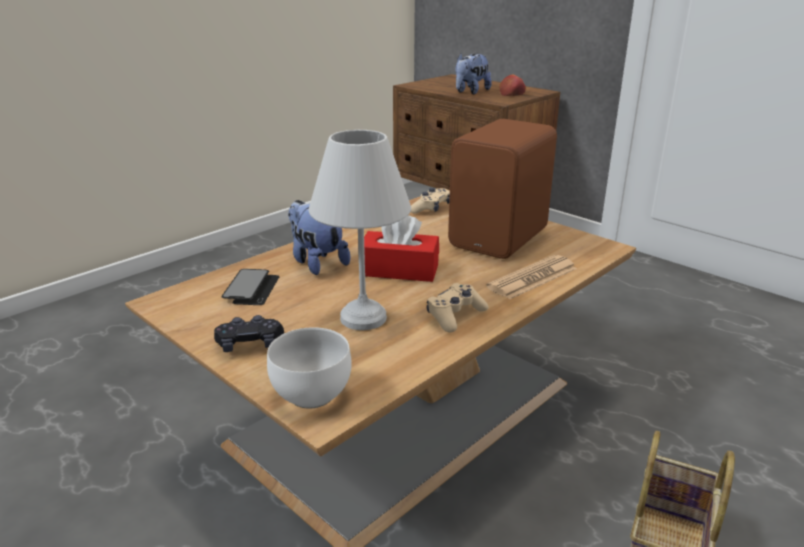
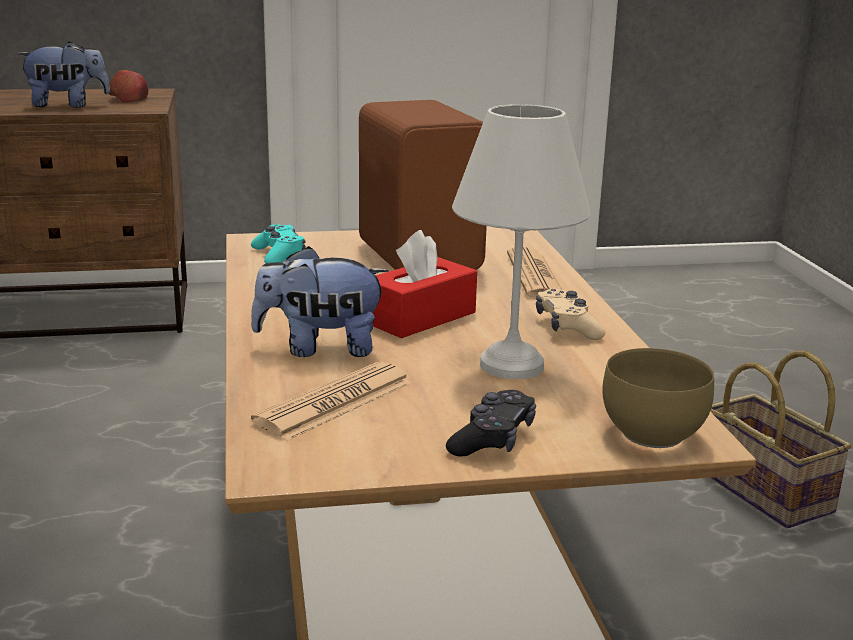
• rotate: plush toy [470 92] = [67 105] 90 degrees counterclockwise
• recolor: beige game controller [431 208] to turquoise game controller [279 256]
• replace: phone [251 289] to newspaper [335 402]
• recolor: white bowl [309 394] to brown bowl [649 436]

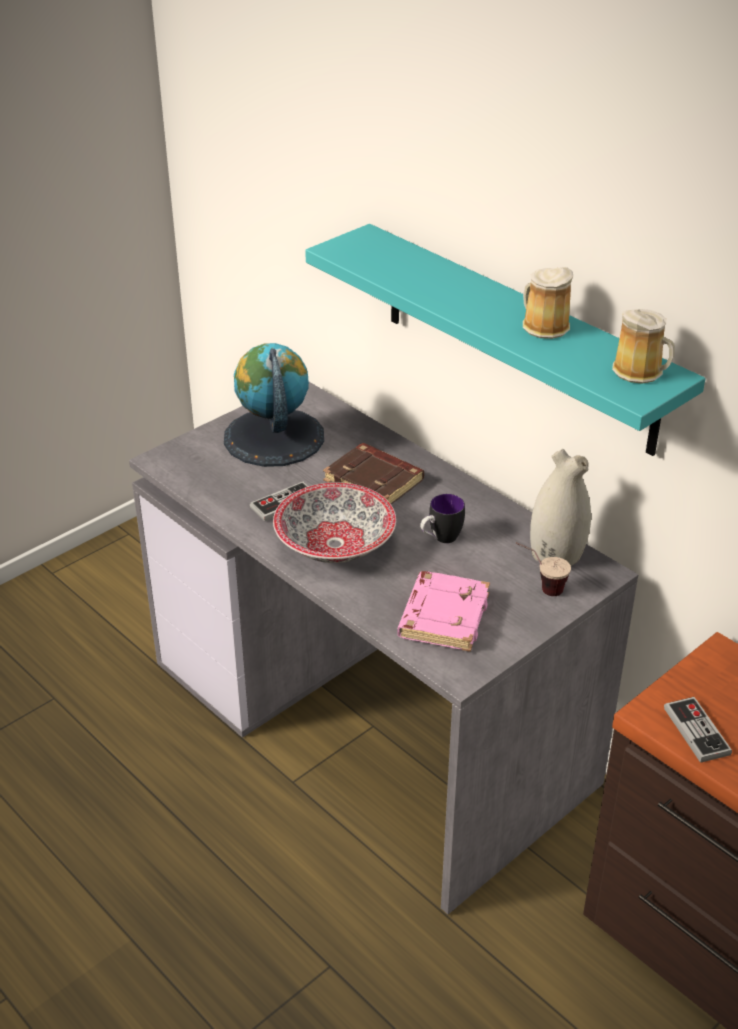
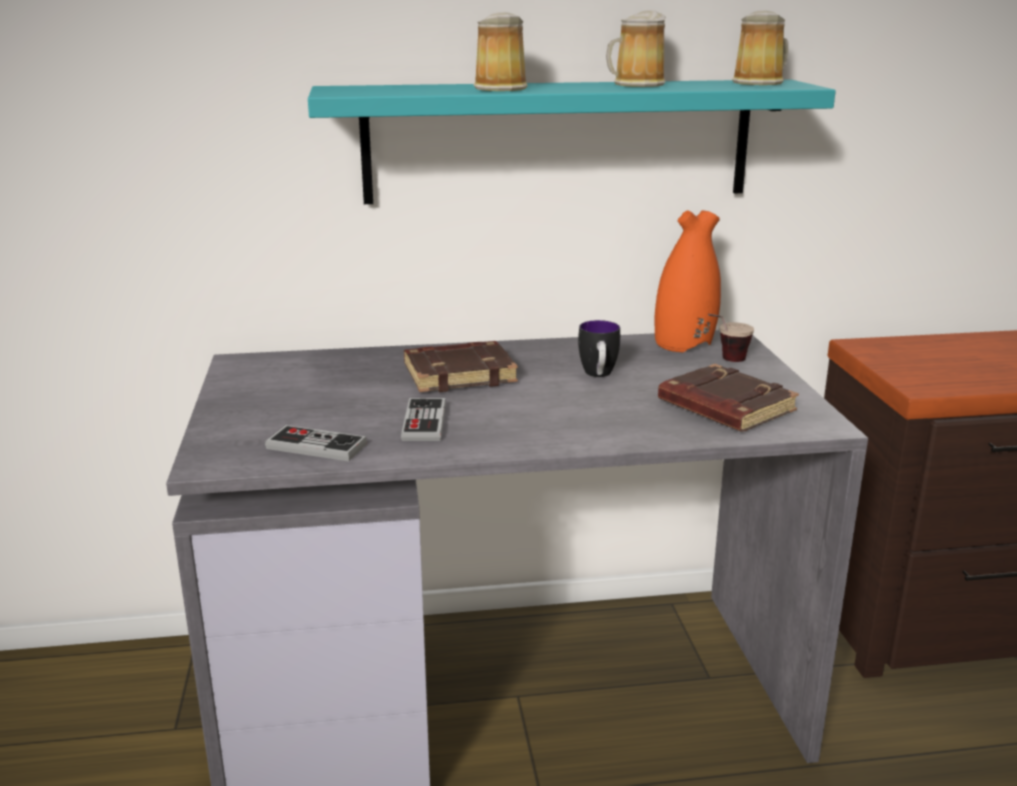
• move: game controller [696 731] to [316 446]
• insert: mug [503 88]
• recolor: white vase [556 555] to orange vase [684 344]
• recolor: pink book [443 616] to brown book [723 407]
• delete: globe [273 437]
• delete: bowl [336 545]

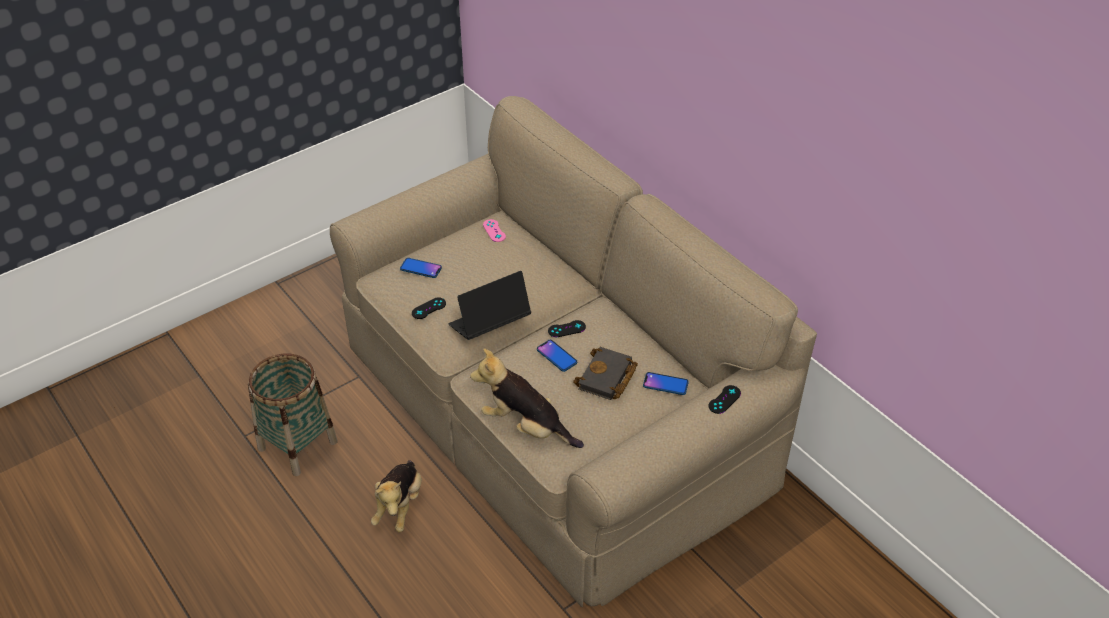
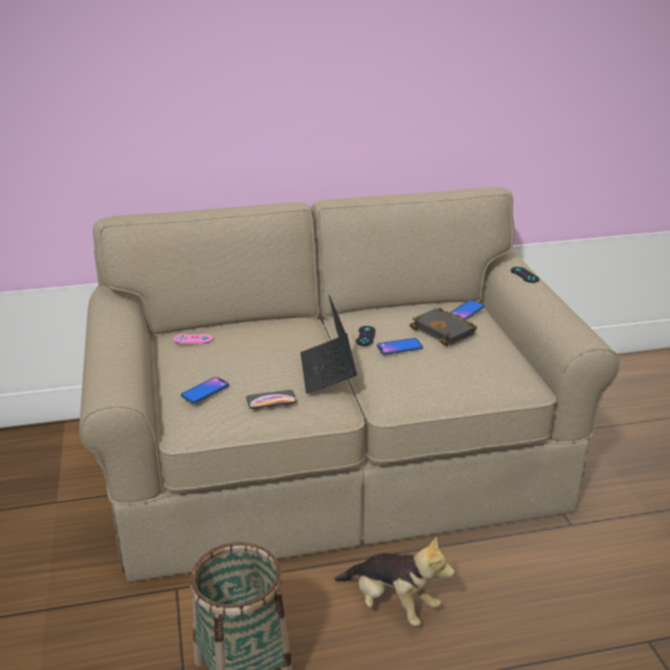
• replace: black game controller [429 308] to phone [271 400]
• delete: plush toy [526 426]

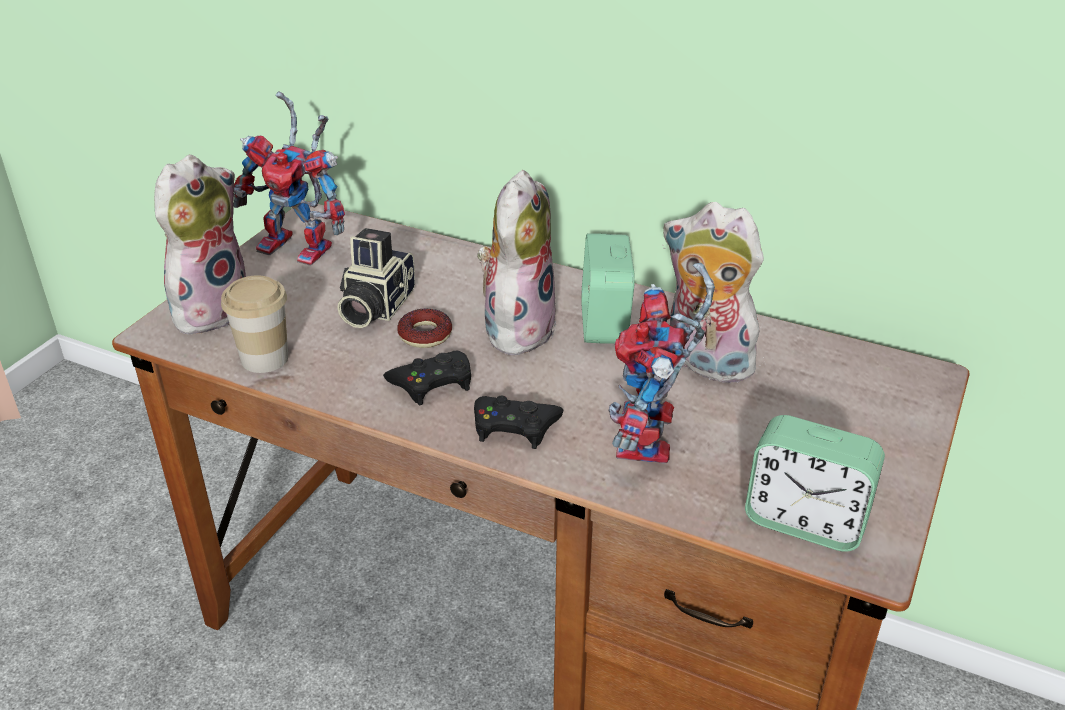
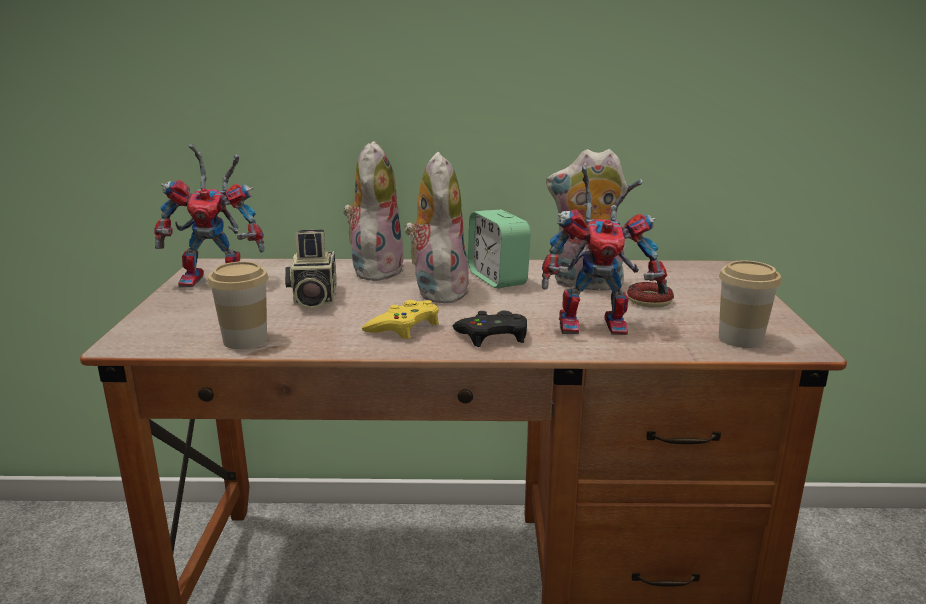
• move: plush toy [211 309] to [375 269]
• recolor: black game controller [432 383] to yellow game controller [404 327]
• rotate: toy robot [651 441] = [598 324] 75 degrees counterclockwise
• move: donut [425 335] to [649 301]
• replace: alarm clock [805 521] to cup [740 339]

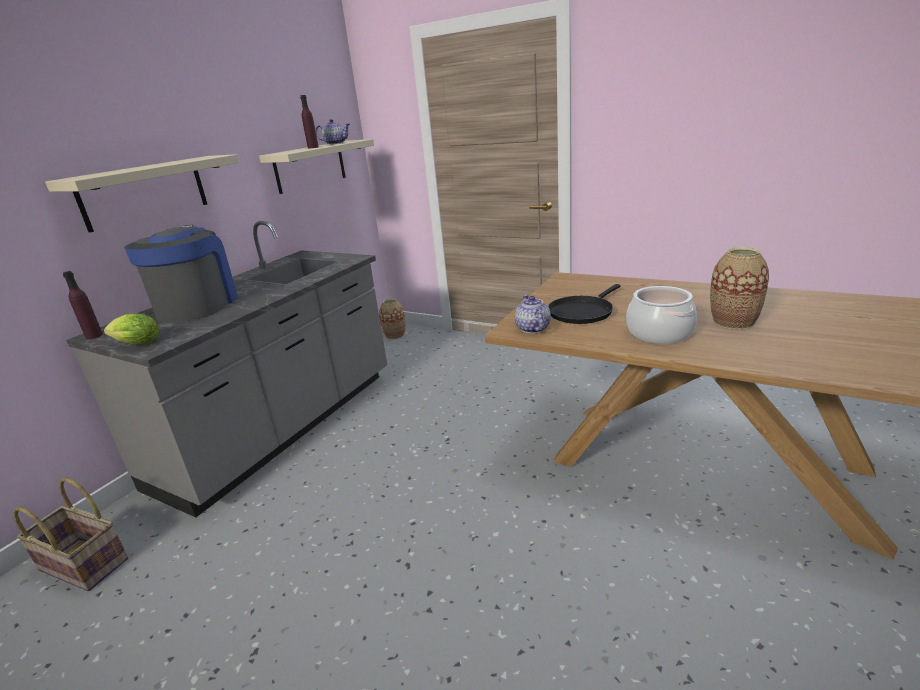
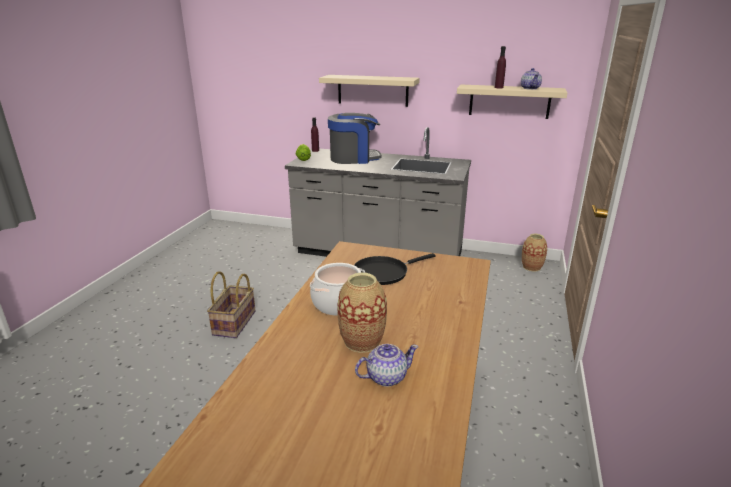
• move: basket [85 563] to [235 323]
• rotate: black frying pan [582 312] = [384 272] 60 degrees counterclockwise
• move: teapot [532 329] to [386 377]

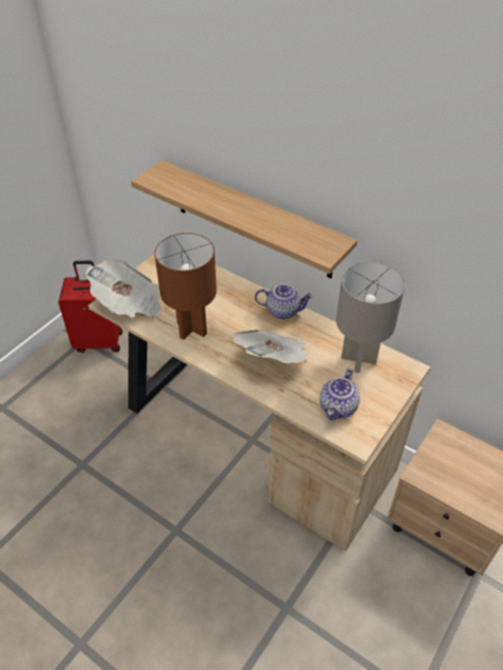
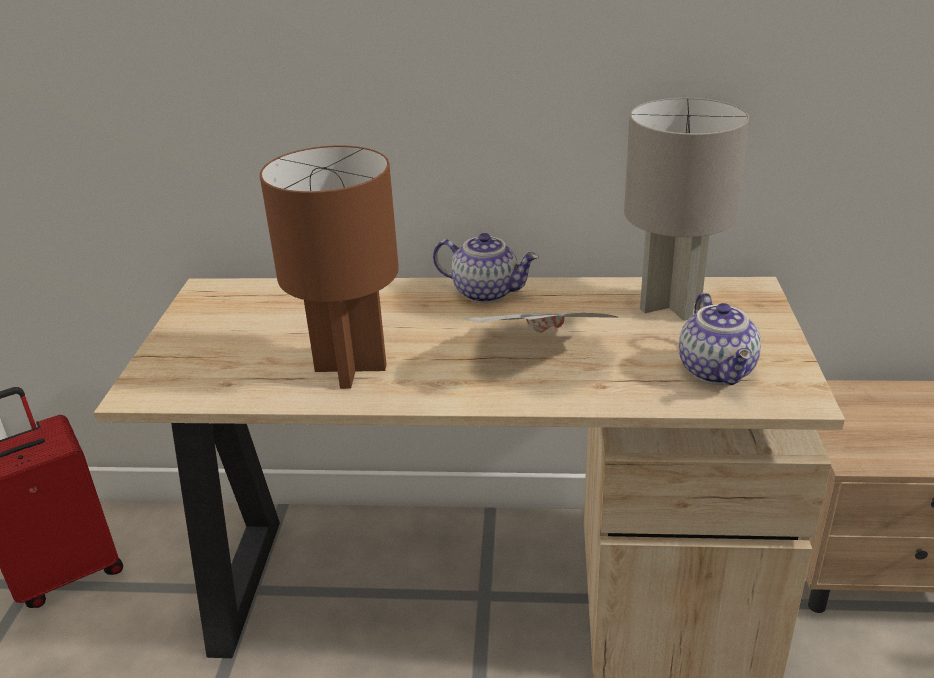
• rotate: teapot [283 311] = [487 292] 45 degrees clockwise
• delete: newspaper [129 304]
• delete: shelf [252 220]

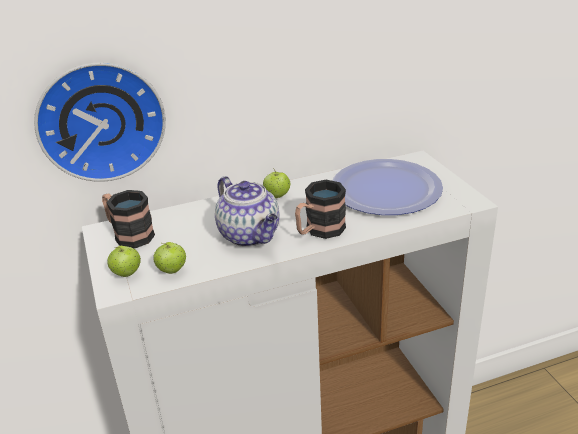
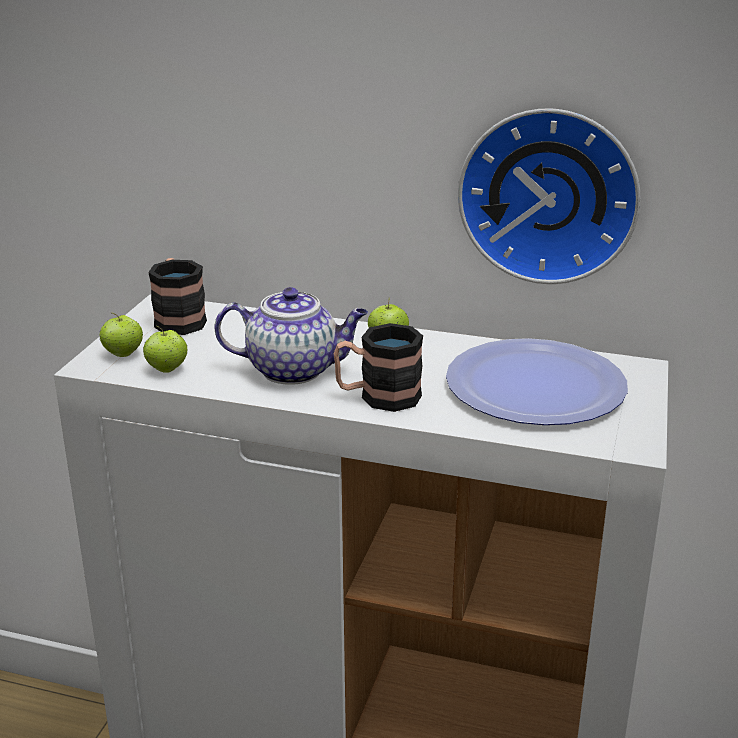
• rotate: teapot [250 235] = [295 370] 90 degrees counterclockwise
• move: wall clock [101 120] to [549 194]

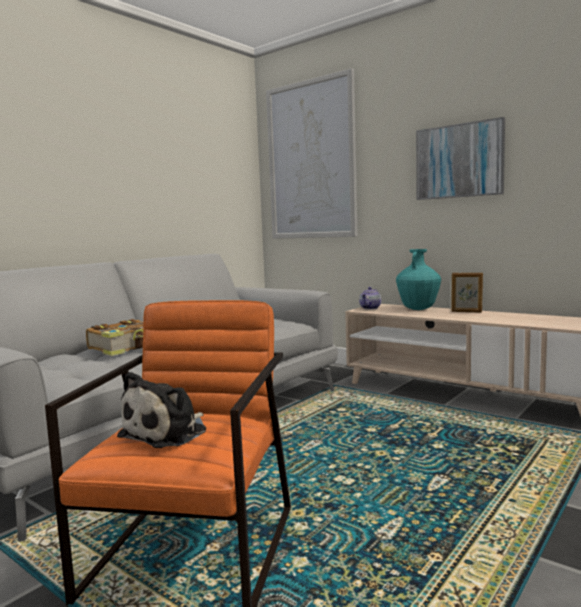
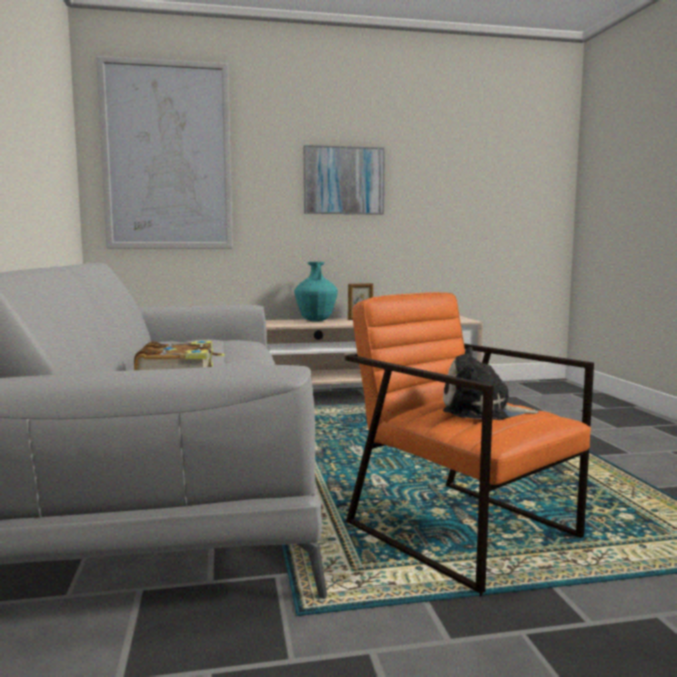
• rotate: plush toy [168 432] = [481 411] 120 degrees clockwise
• delete: teapot [370 308]

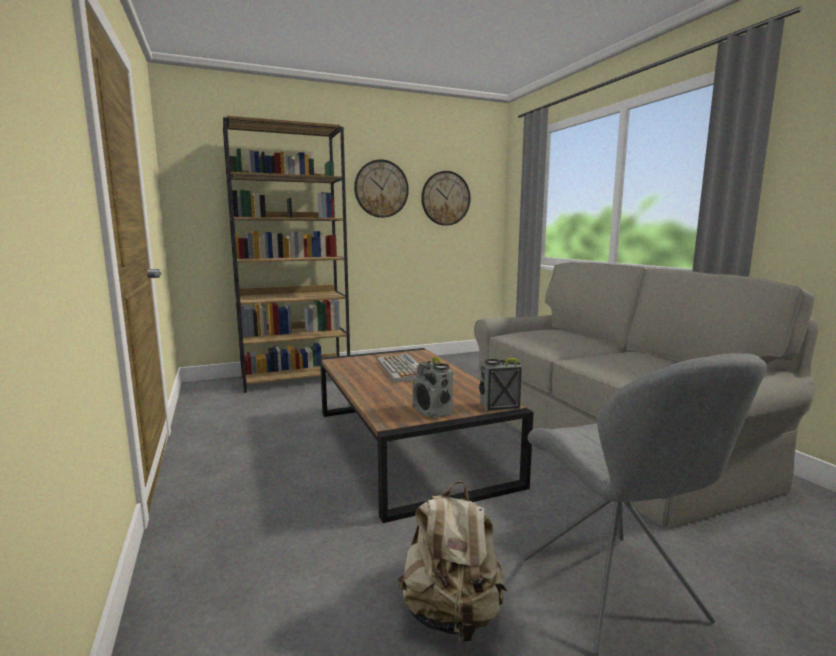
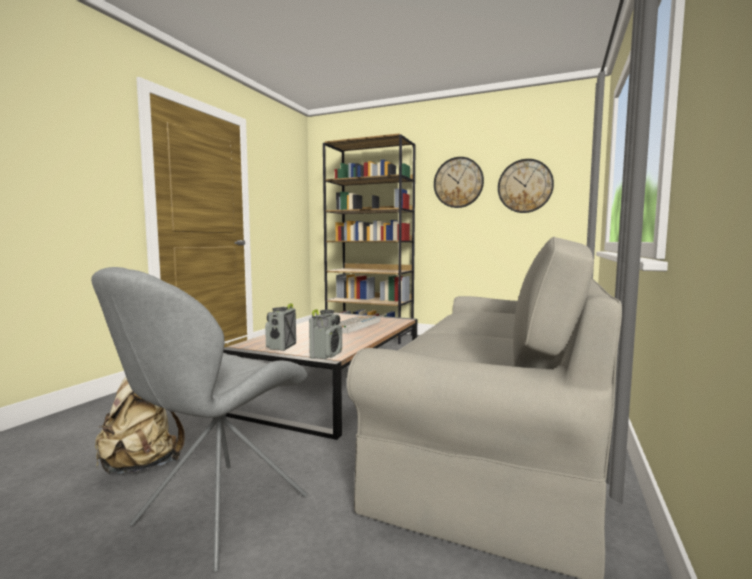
• rotate: radio [498 406] = [326 355] 75 degrees clockwise

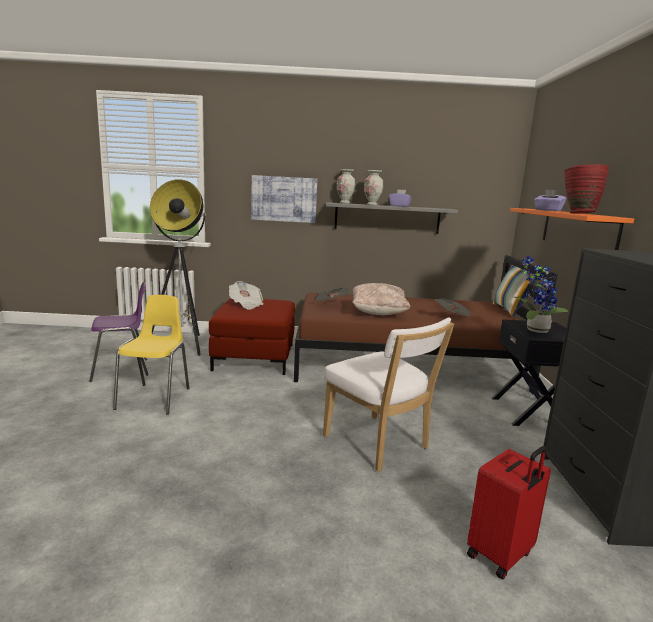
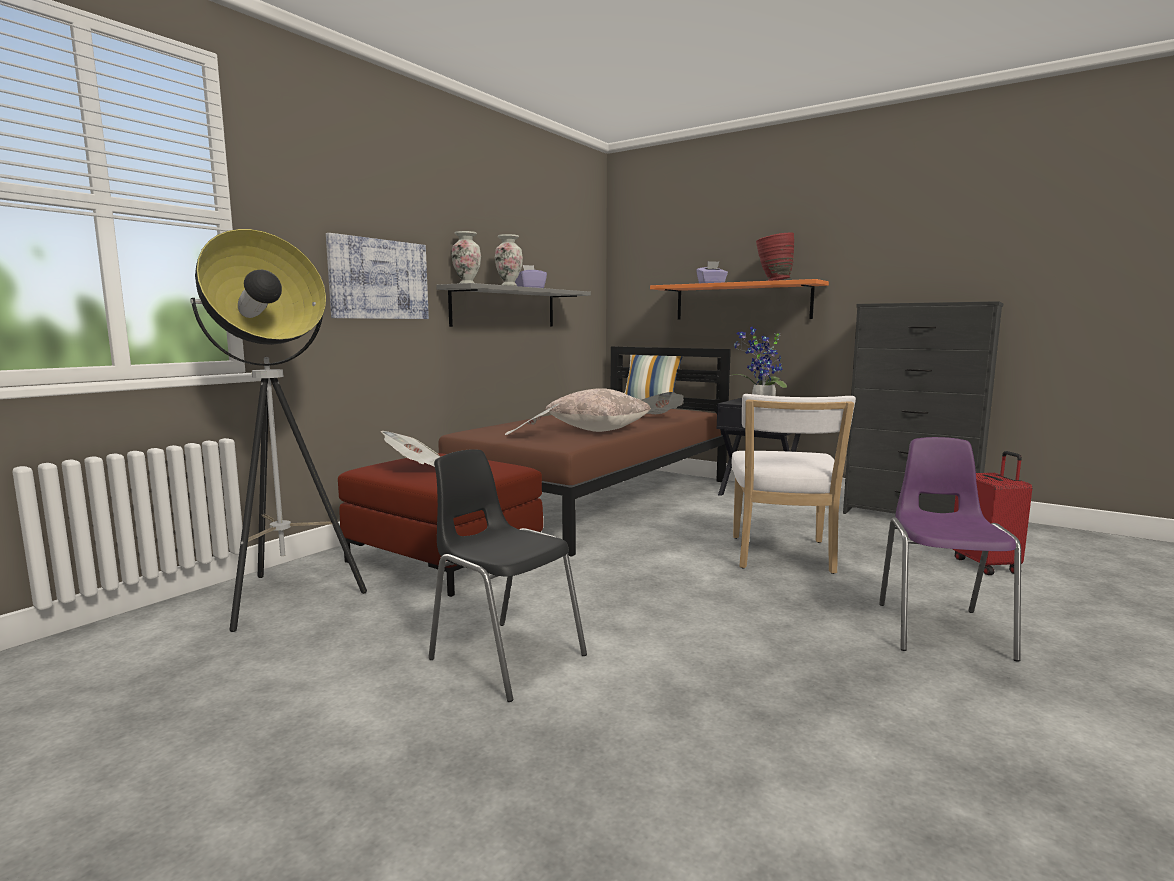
• recolor: yellow chair [155 398] to black chair [504 656]
• rotate: white chair [379 444] = [782 557] 105 degrees clockwise
• move: purple chair [122 370] to [940 629]

